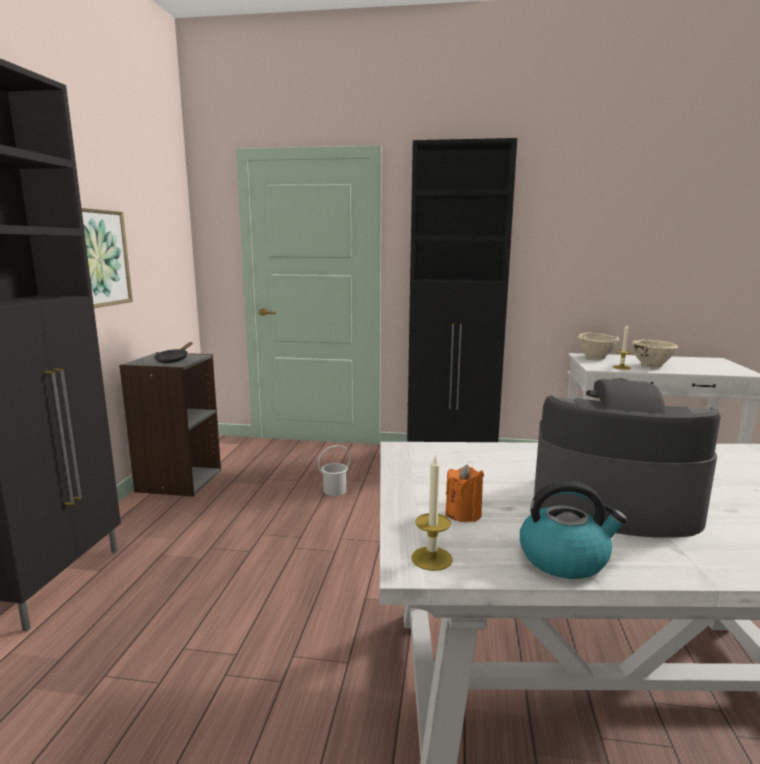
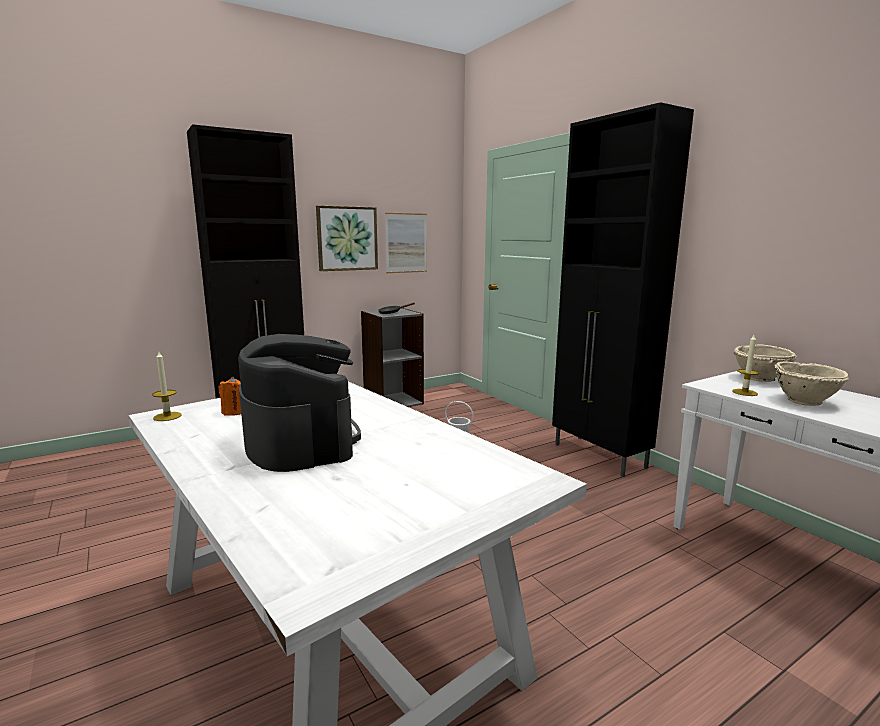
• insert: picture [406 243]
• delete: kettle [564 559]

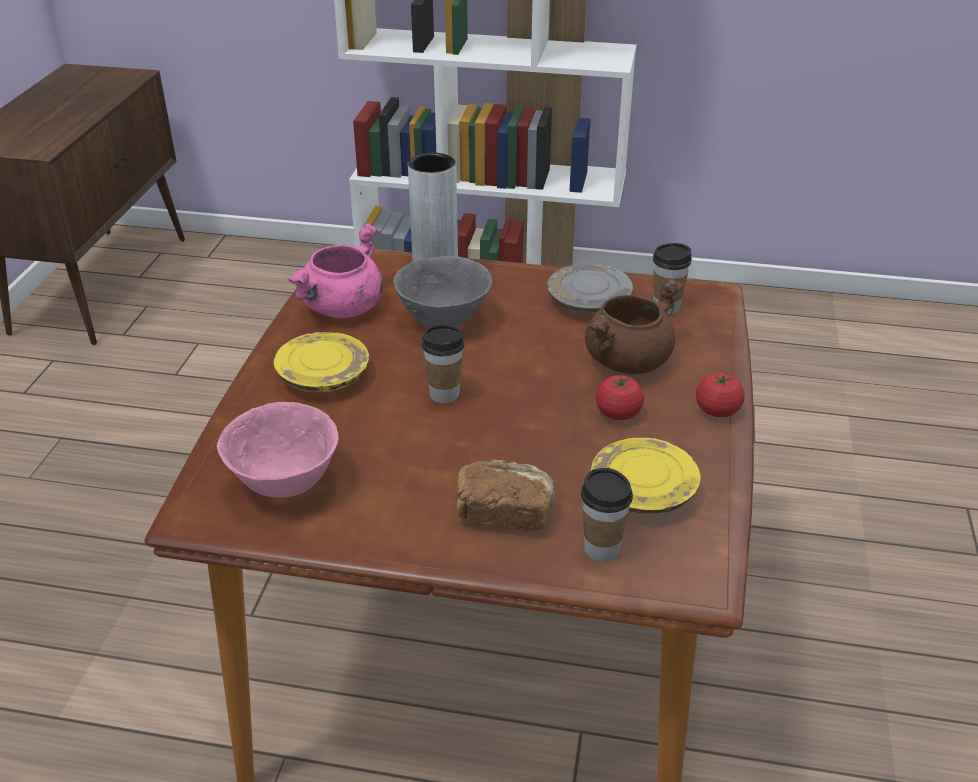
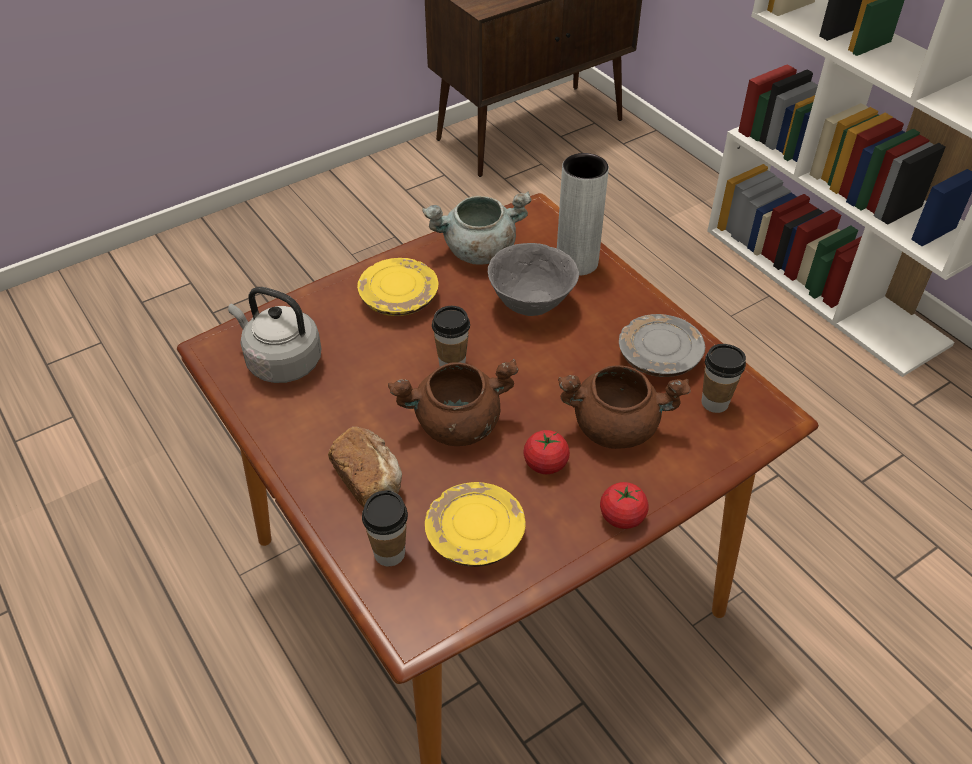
• replace: pink bowl [284 484] to grey kettle [281 362]
• insert: brown cooking pot [456 425]
• recolor: pink cooking pot [342 308] to grey cooking pot [478 252]

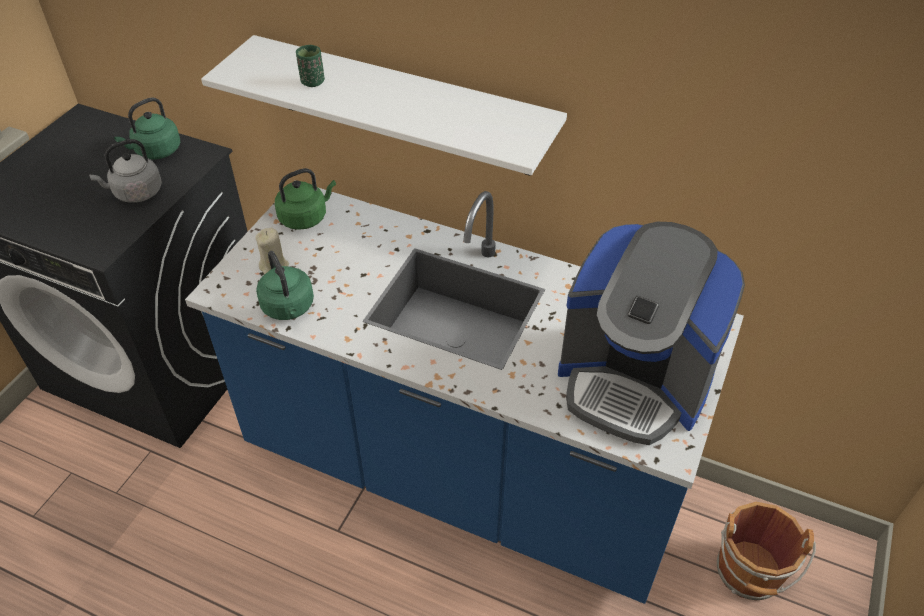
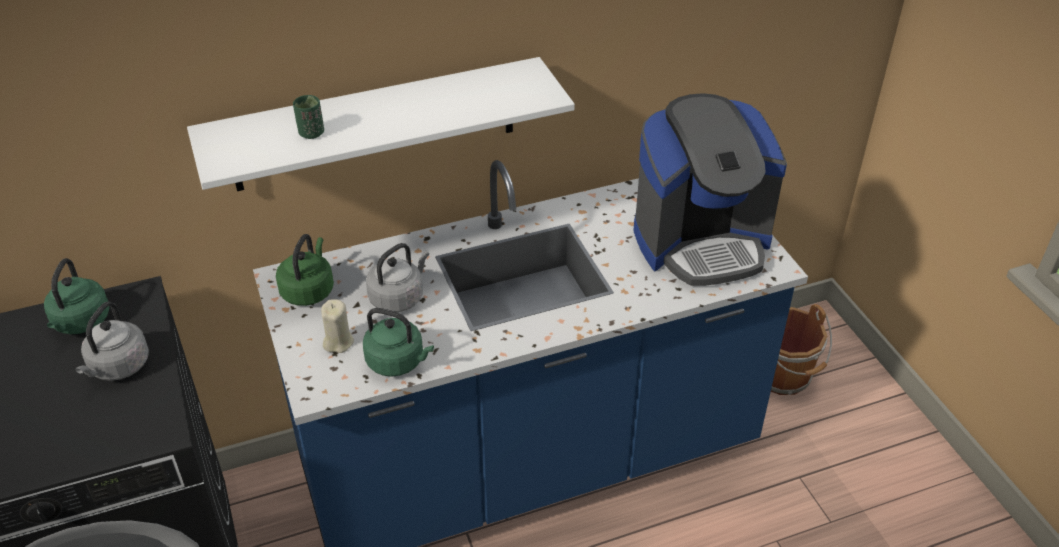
• insert: grey kettle [399 297]

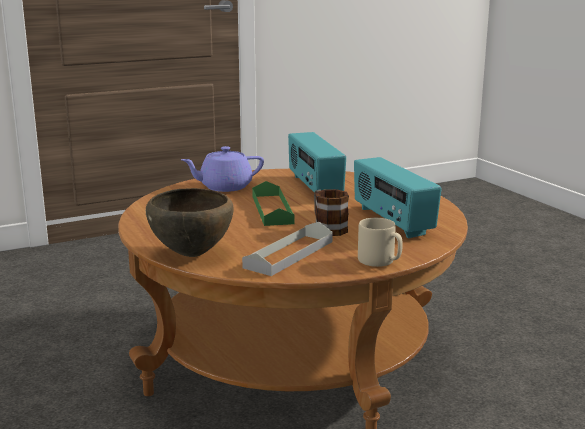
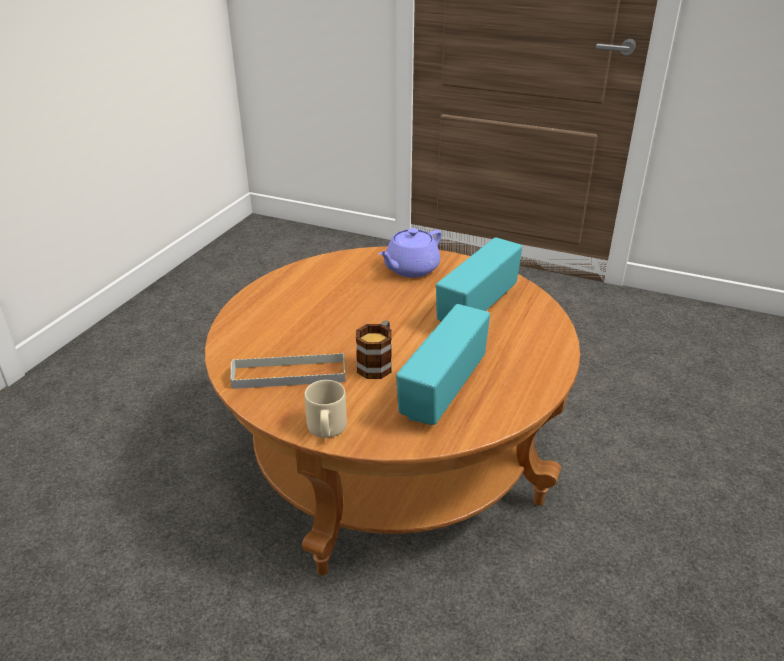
• rotate: purple teapot [224 187] = [410 269] 75 degrees counterclockwise
• delete: brown bowl [193 254]
• delete: green tray [272 209]

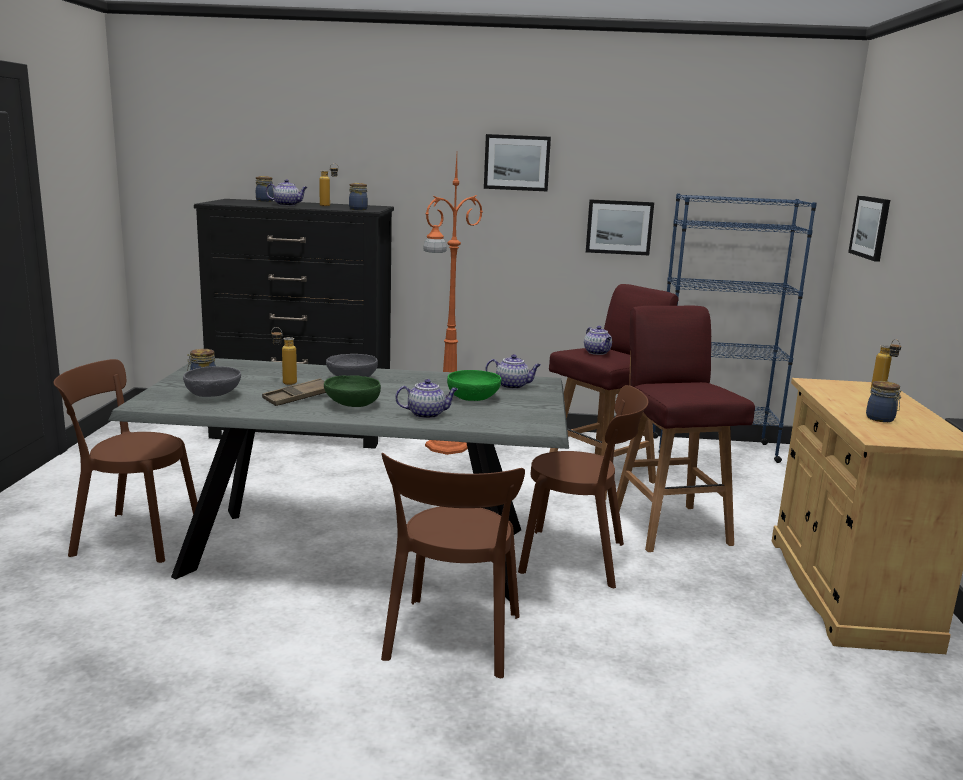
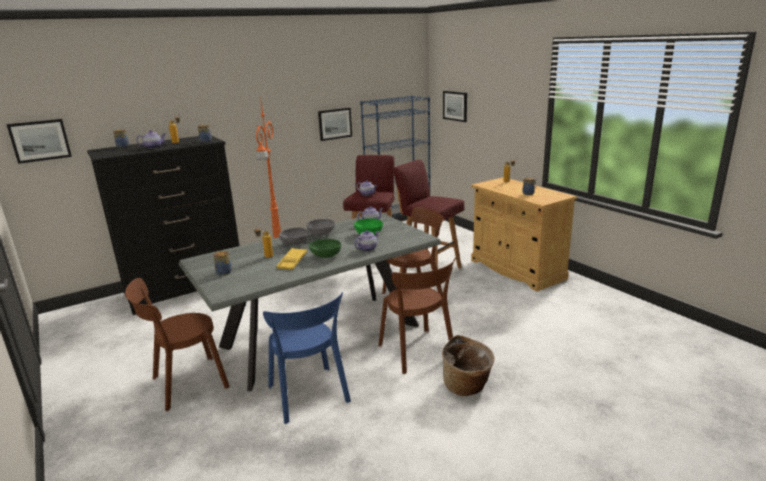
• move: picture [517 162] to [40 140]
• insert: blue chair [309 396]
• recolor: brown tray [299 397] to yellow tray [292 262]
• move: grey bowl [213 396] to [321 234]
• insert: basket [467 386]

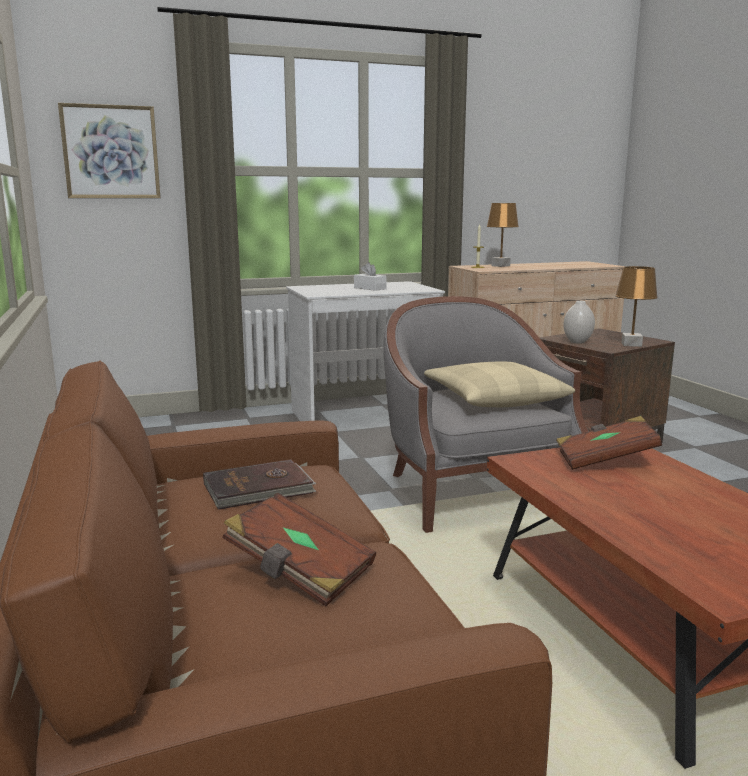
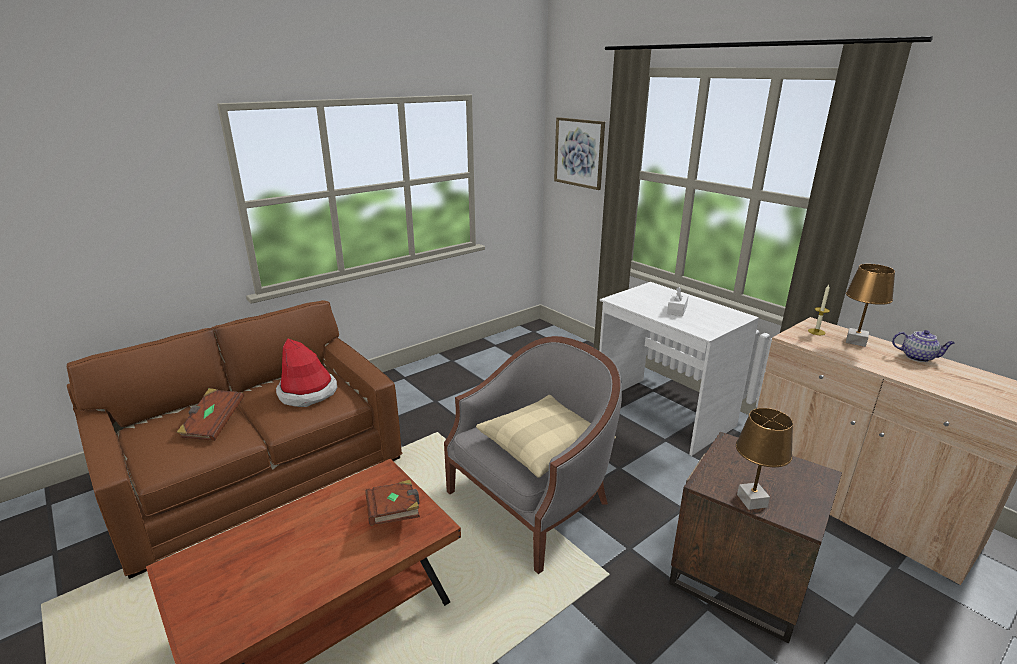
• replace: brown book [259 489] to hat [308 393]
• insert: teapot [918 357]
• delete: white vase [577 342]

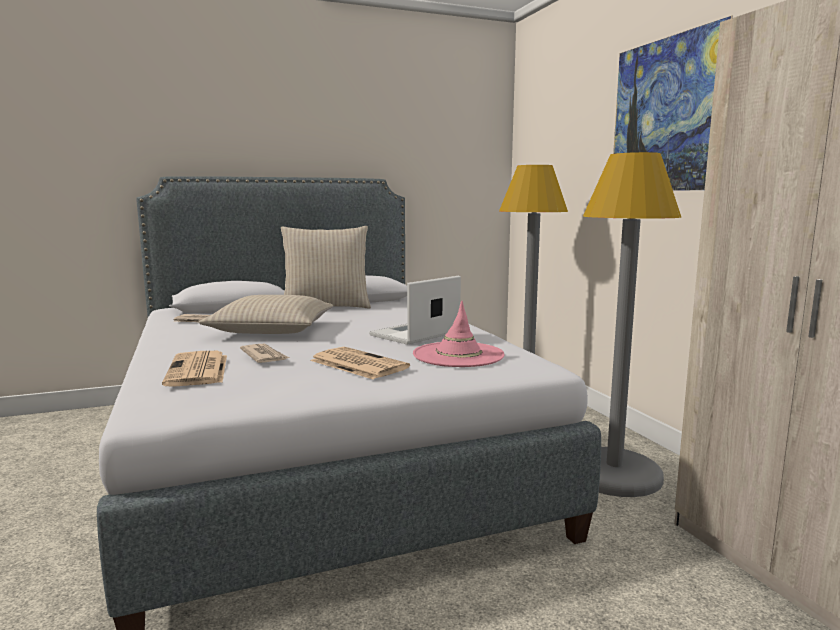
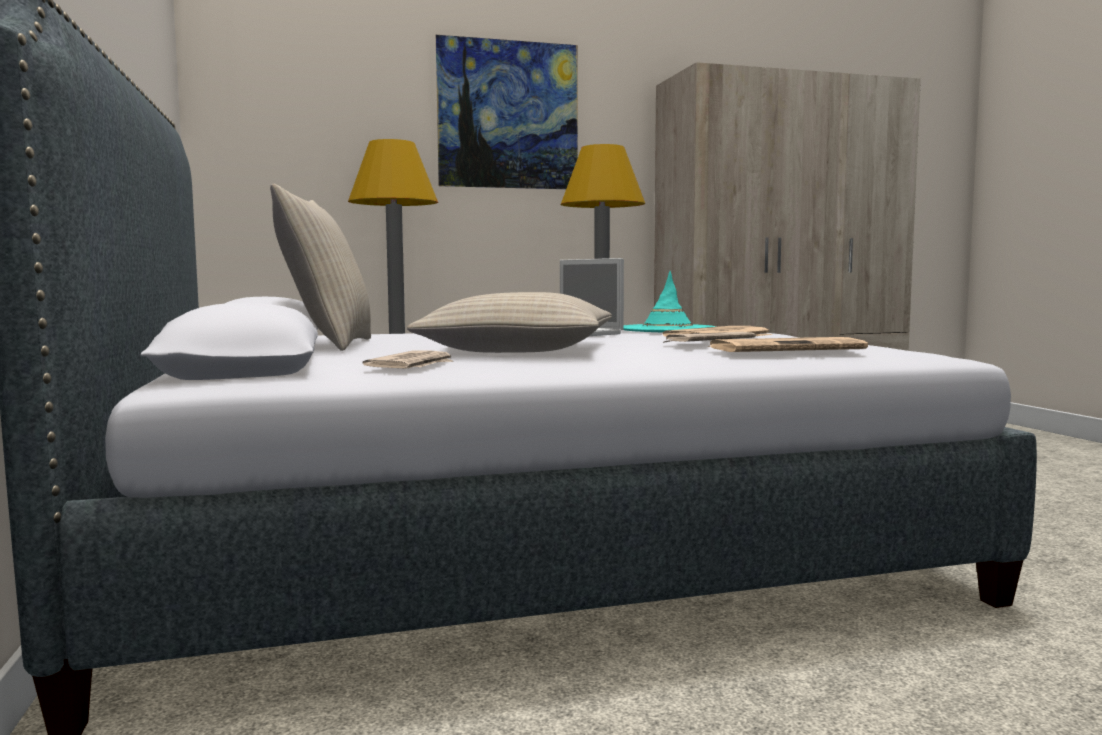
• recolor: pink hat [458 355] to turquoise hat [667 329]

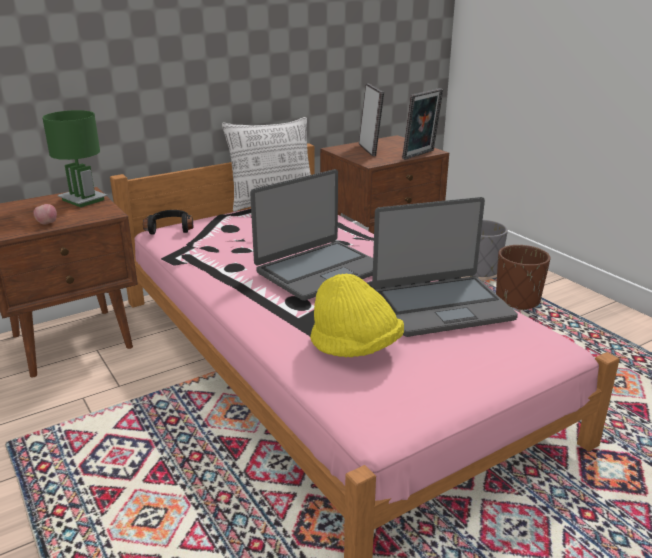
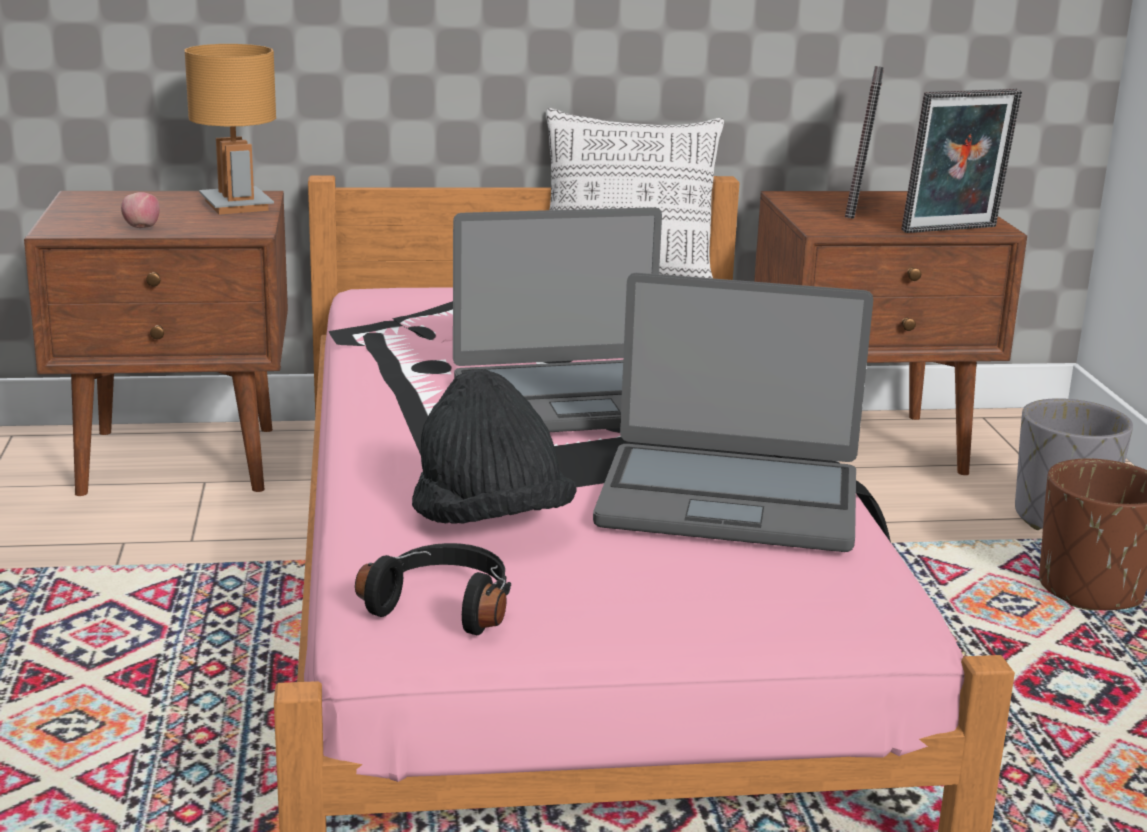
• recolor: green table lamp [83 200] to brown table lamp [237 205]
• move: black headphones [170 228] to [444 606]
• recolor: yellow hat [355 348] to black hat [489 522]

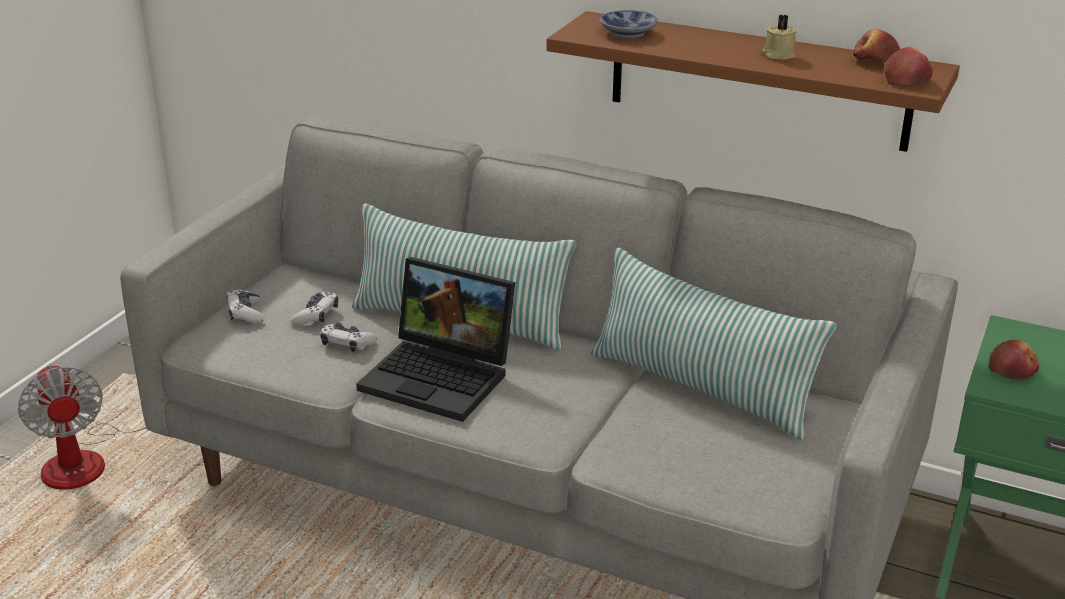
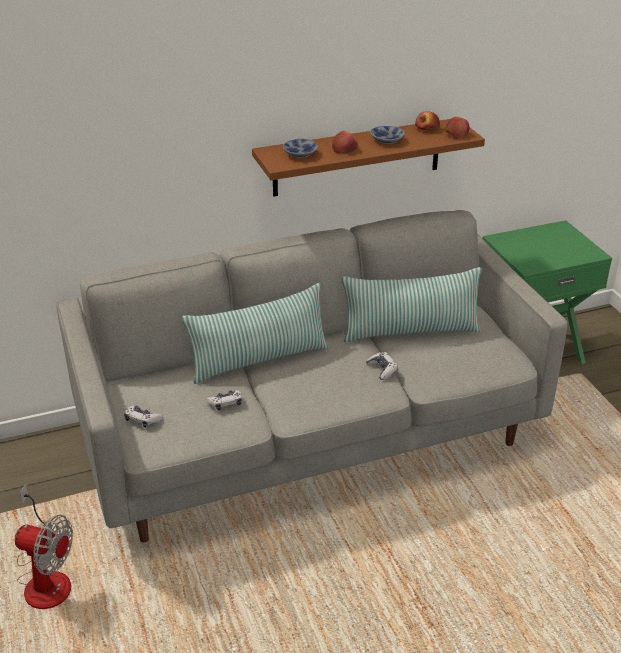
• move: apple [1012 370] to [345 148]
• move: game controller [316 315] to [382 369]
• replace: beige candle [778 55] to bowl [385 140]
• delete: laptop [442 376]

